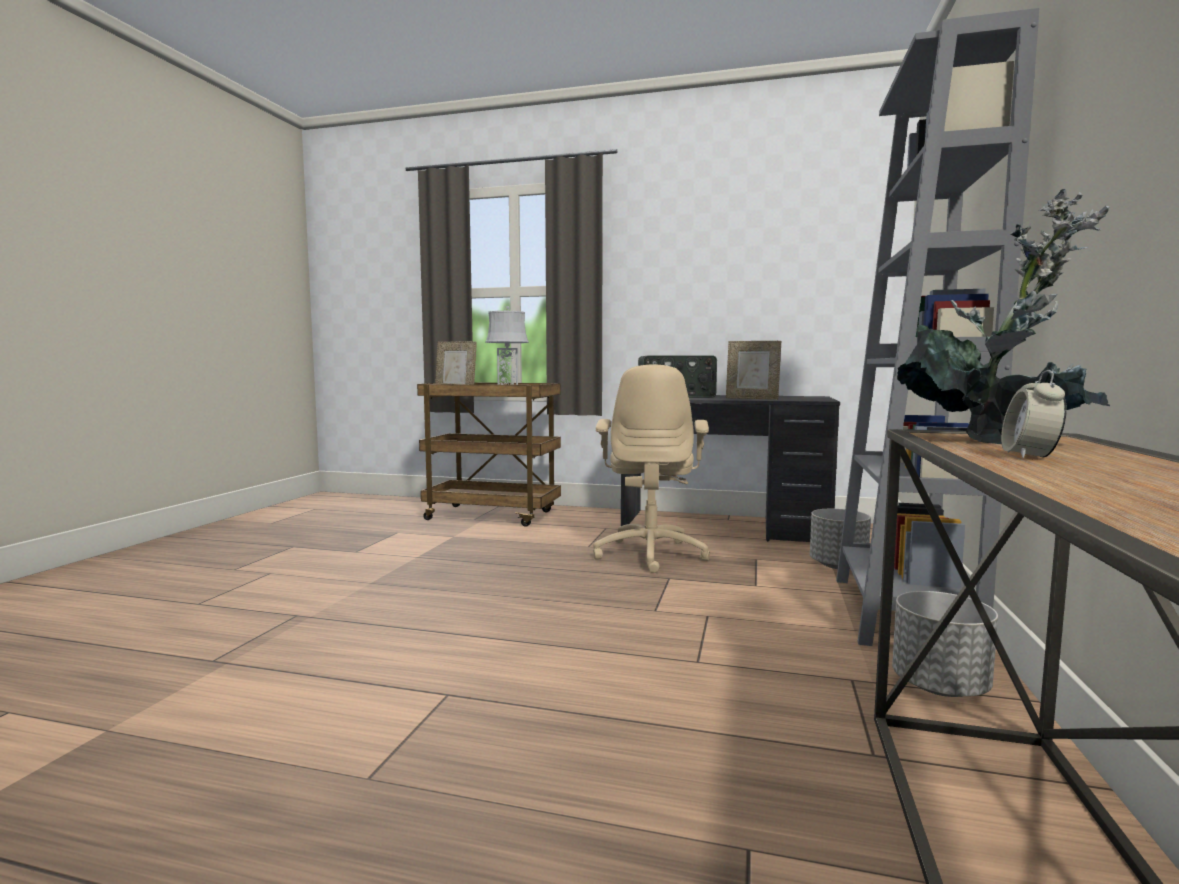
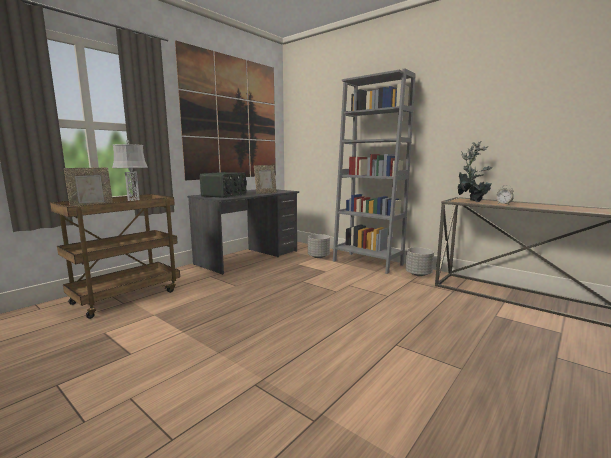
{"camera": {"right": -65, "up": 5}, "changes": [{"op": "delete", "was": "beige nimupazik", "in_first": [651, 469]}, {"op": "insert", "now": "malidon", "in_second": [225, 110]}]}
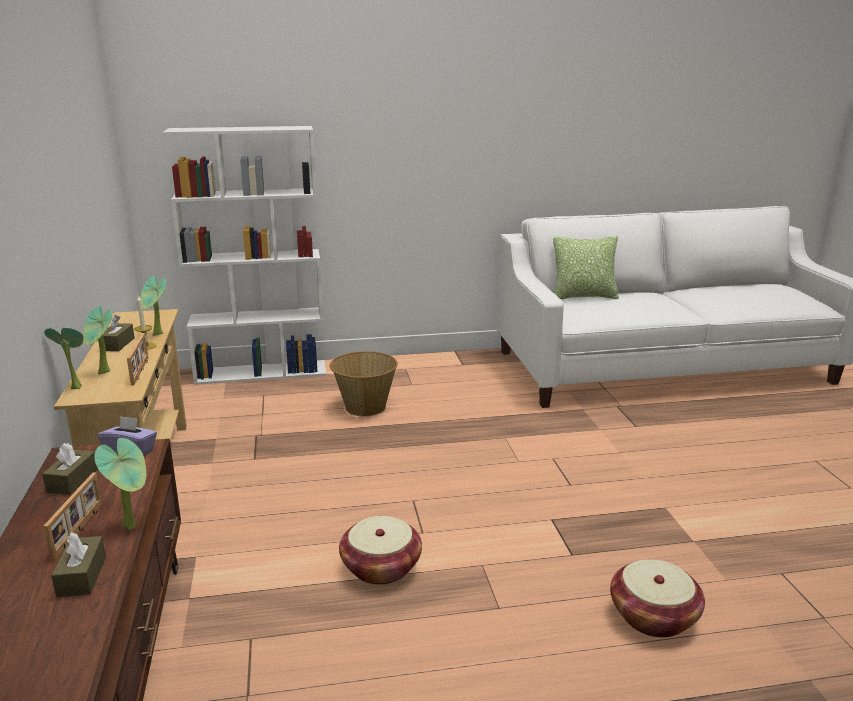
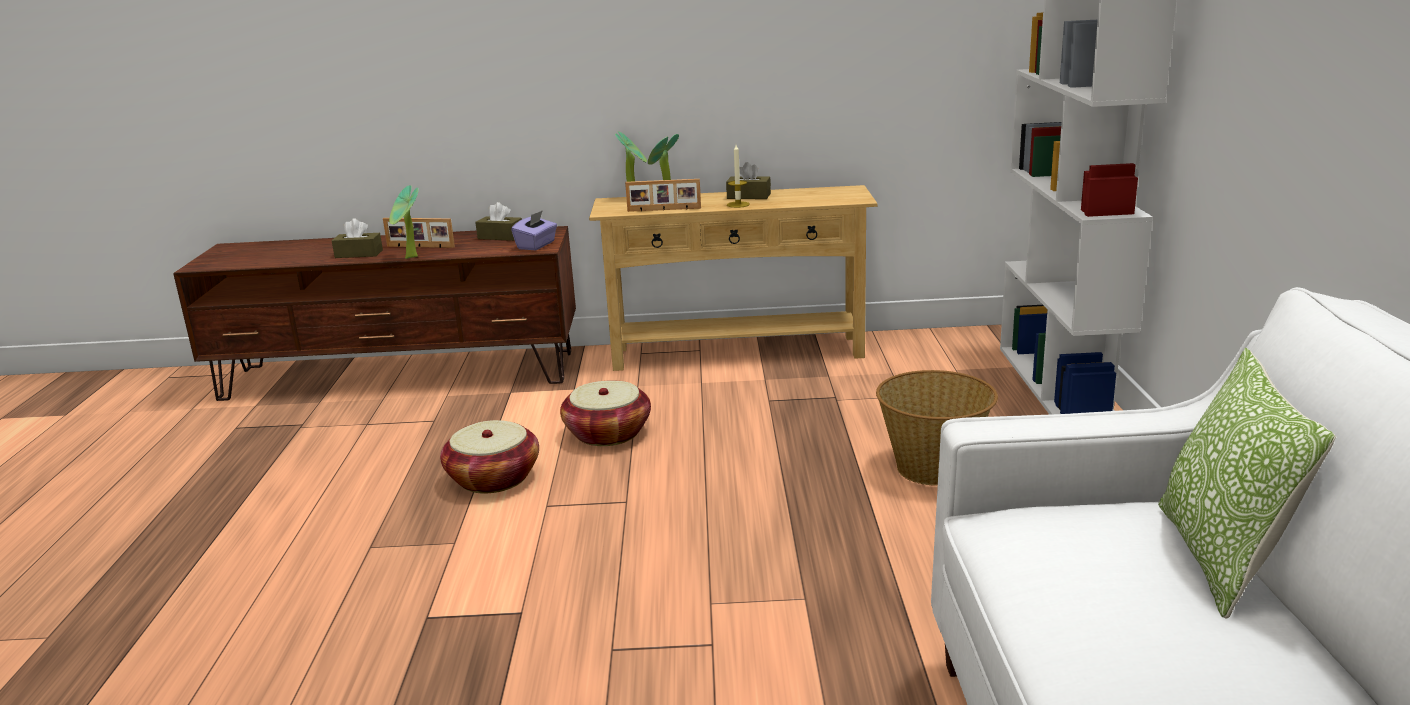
{"camera": {"right": 100, "up": 0}, "changes": [{"op": "delete", "was": "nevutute", "in_first": [153, 306]}, {"op": "move", "was": "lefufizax", "in_first": [657, 598], "in_second": [605, 413]}]}
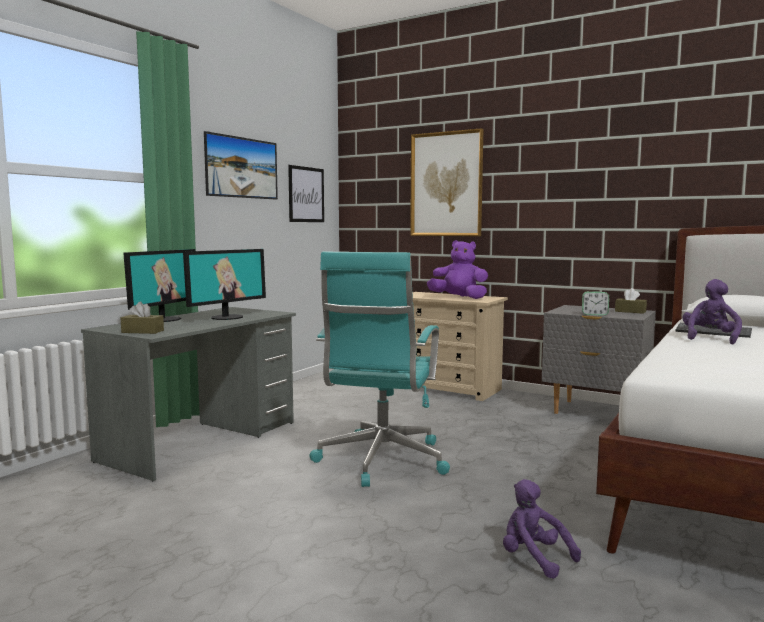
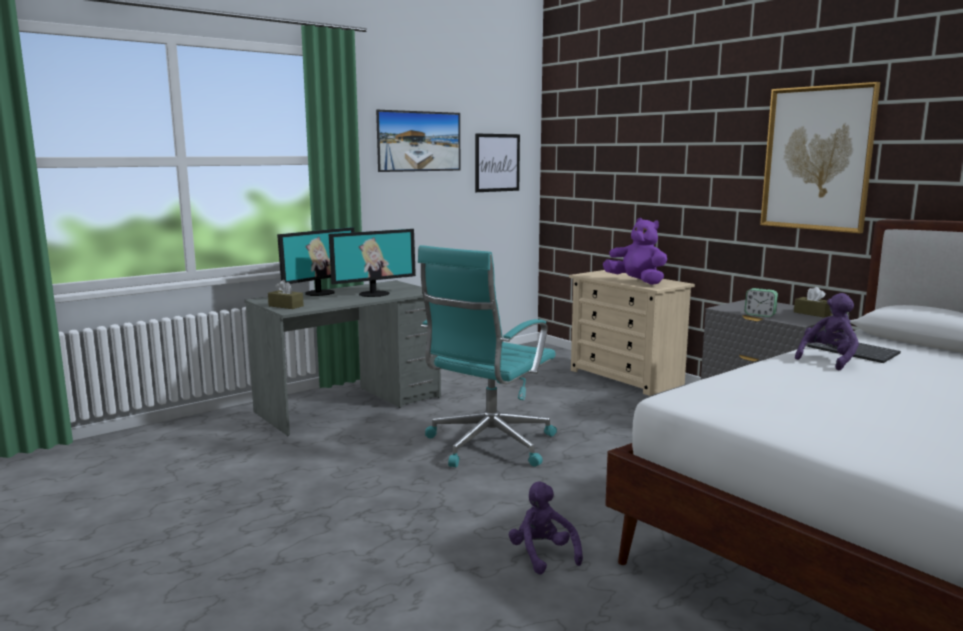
{"camera": {"right": 20, "up": 5}, "changes": [{"op": "move", "was": "malidon", "in_first": [446, 182], "in_second": [820, 157]}]}
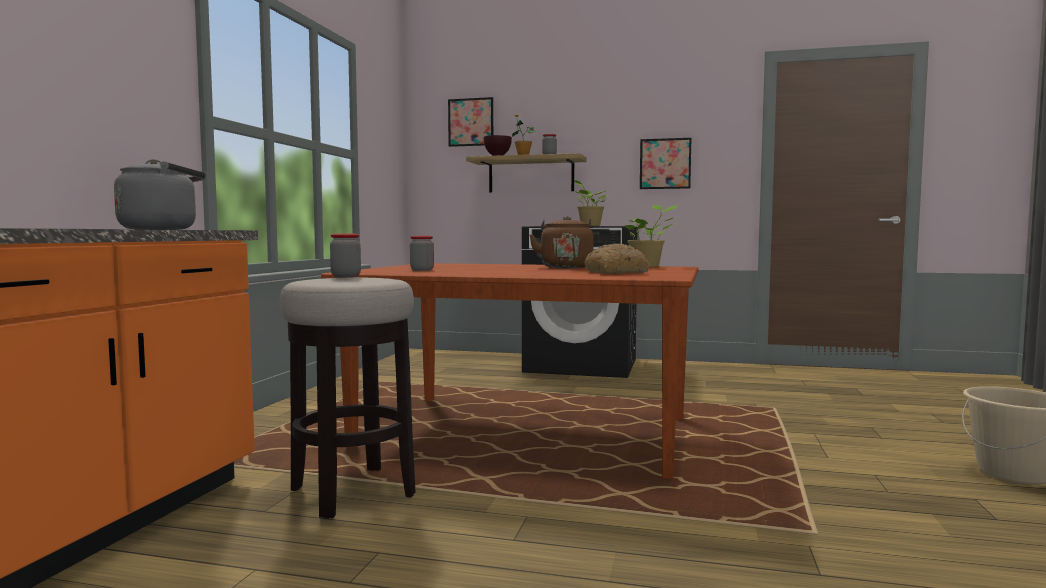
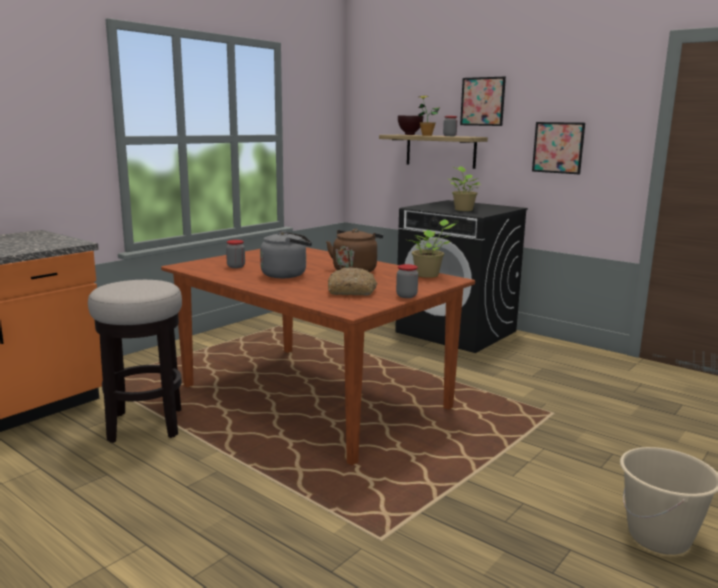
{"camera": {"right": 25, "up": 10}, "changes": [{"op": "move", "was": "malidon", "in_first": [470, 122], "in_second": [483, 101]}, {"op": "move", "was": "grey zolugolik", "in_first": [160, 194], "in_second": [286, 254]}, {"op": "move", "was": "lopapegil", "in_first": [345, 255], "in_second": [407, 281]}]}
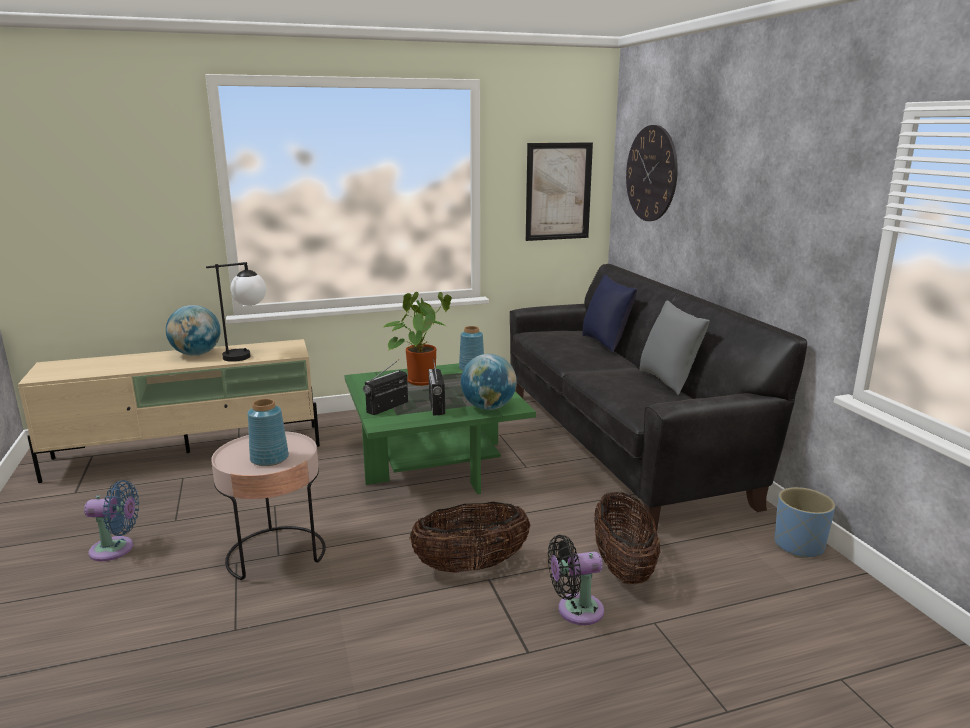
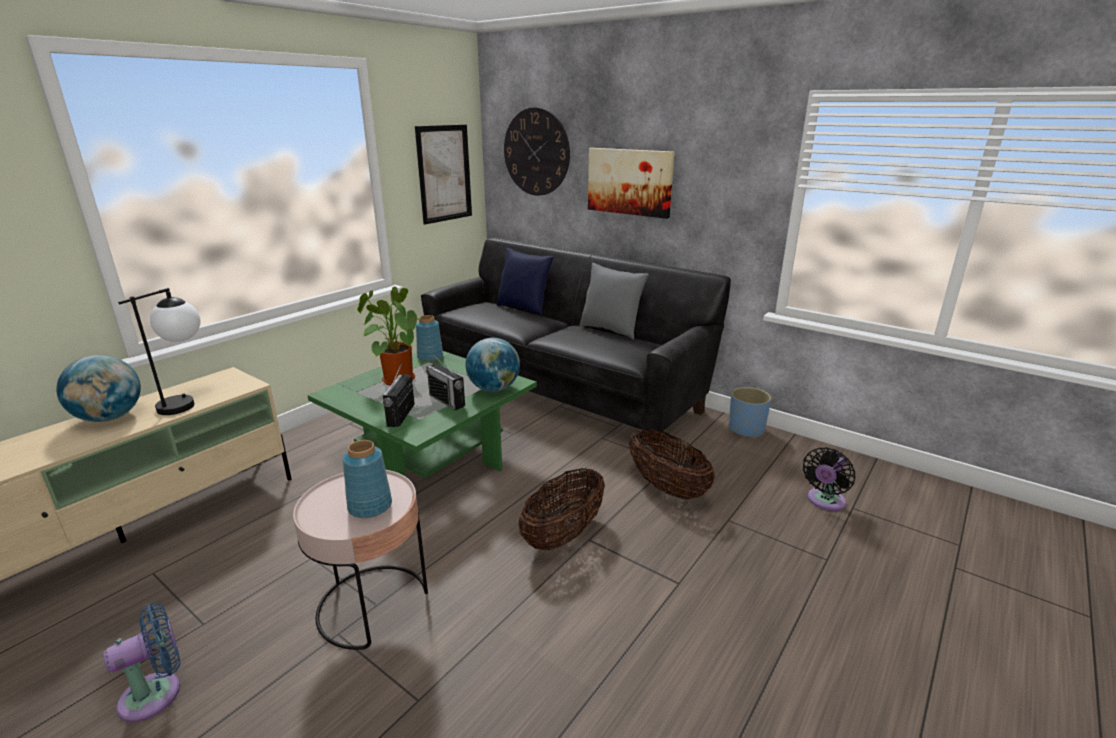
{"camera": {"right": -35, "up": 5}, "changes": [{"op": "move", "was": "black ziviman", "in_first": [576, 580], "in_second": [829, 479]}, {"op": "insert", "now": "malidon", "in_second": [631, 183]}]}
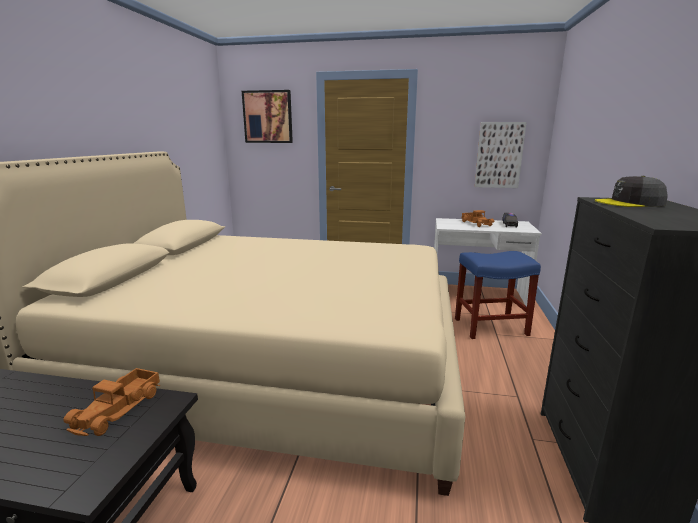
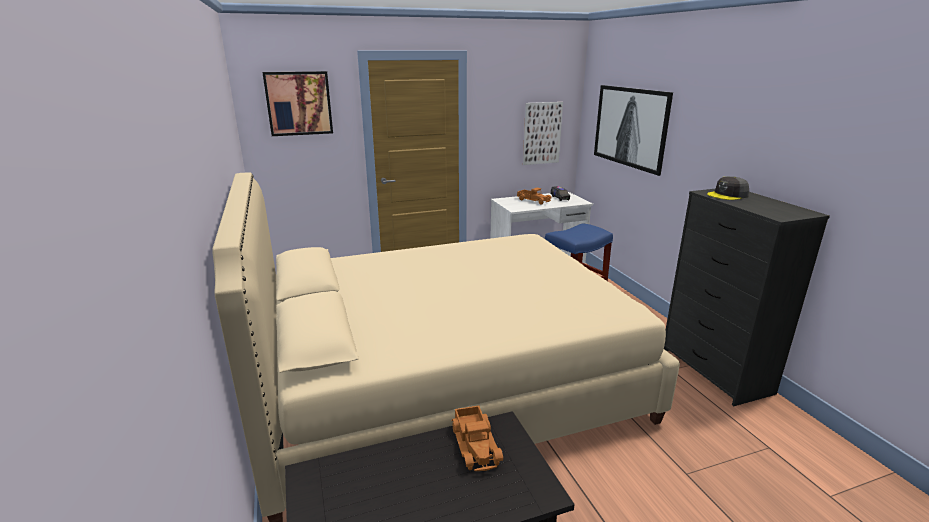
{"camera": {"right": -30, "up": 5}, "changes": [{"op": "insert", "now": "malidon", "in_second": [633, 130]}]}
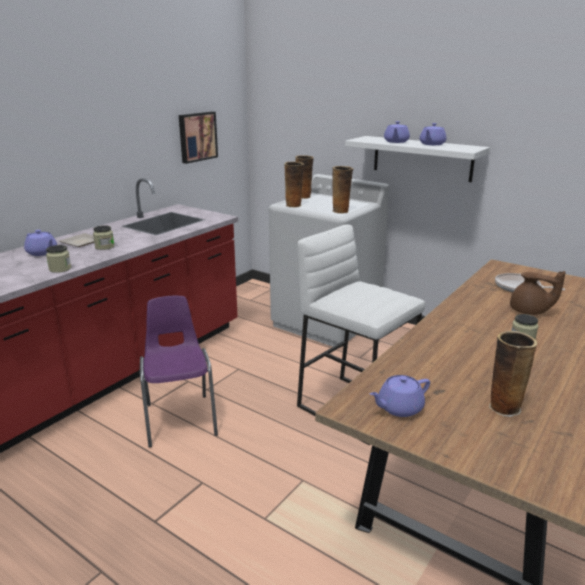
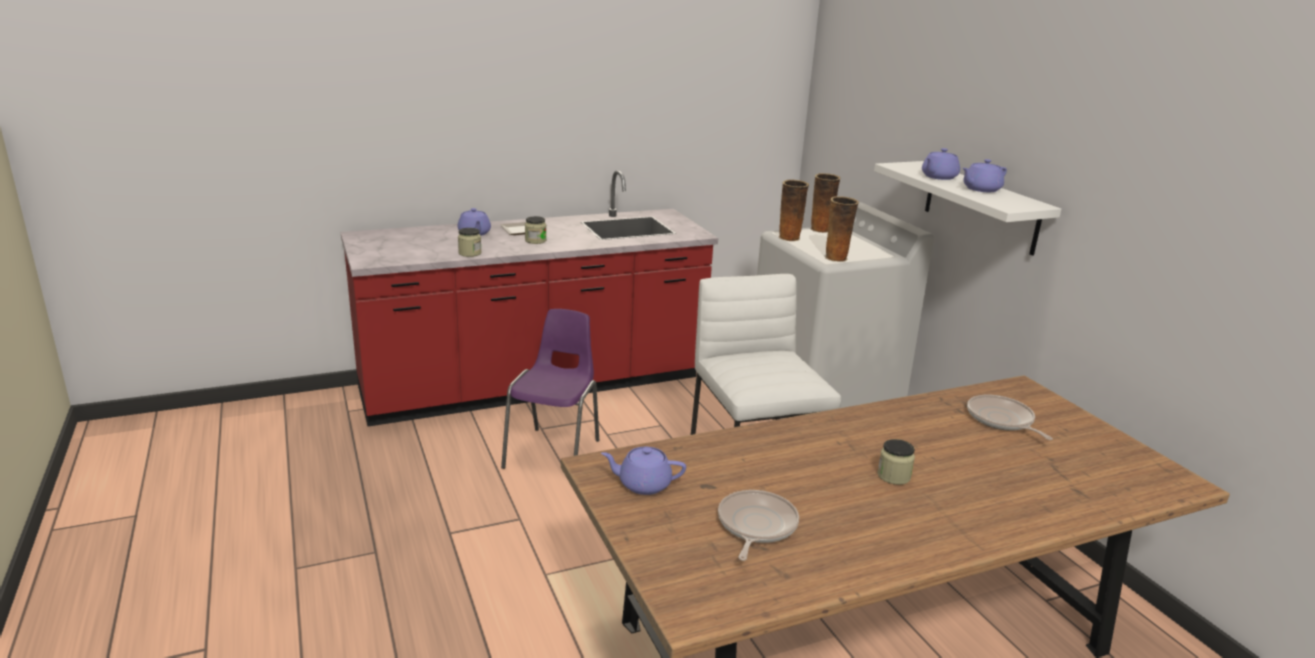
{"camera": {"right": 30, "up": 0}, "changes": [{"op": "delete", "was": "malidon", "in_first": [198, 138]}, {"op": "delete", "was": "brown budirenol", "in_first": [538, 293]}, {"op": "replace", "was": "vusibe", "now": "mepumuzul", "in_first": [513, 374], "in_second": [758, 525]}]}
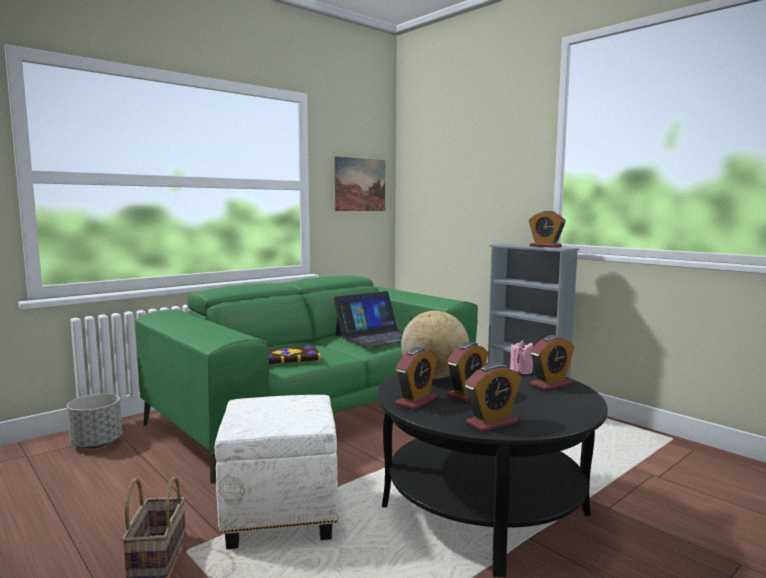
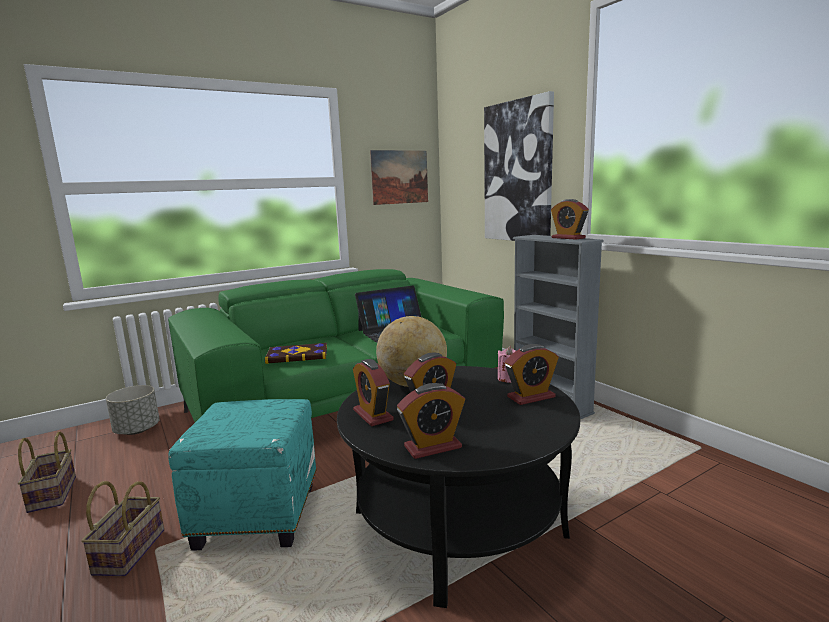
{"camera": {"right": 10, "up": 5}, "changes": [{"op": "rotate", "was": "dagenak", "in_first": [416, 378], "in_second": [373, 392], "clockwise": 105}, {"op": "recolor", "was": "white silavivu", "now": "turquoise silavivu", "in_first": [276, 472], "in_second": [242, 475]}, {"op": "insert", "now": "malidon", "in_second": [519, 166]}, {"op": "insert", "now": "lefufizax", "in_second": [47, 472]}]}
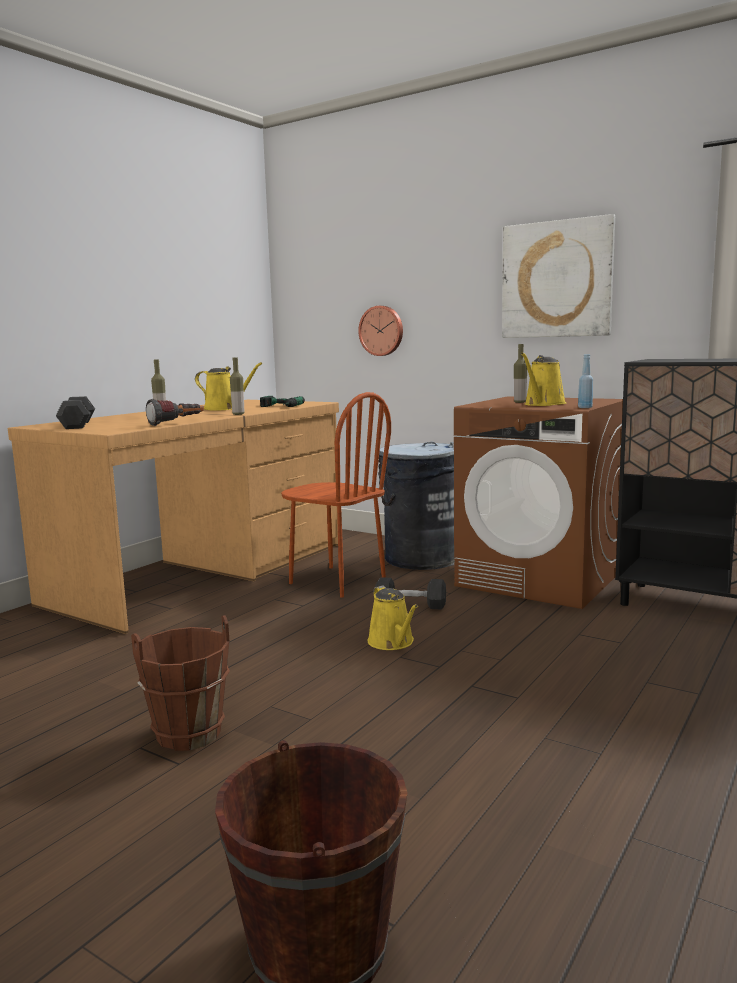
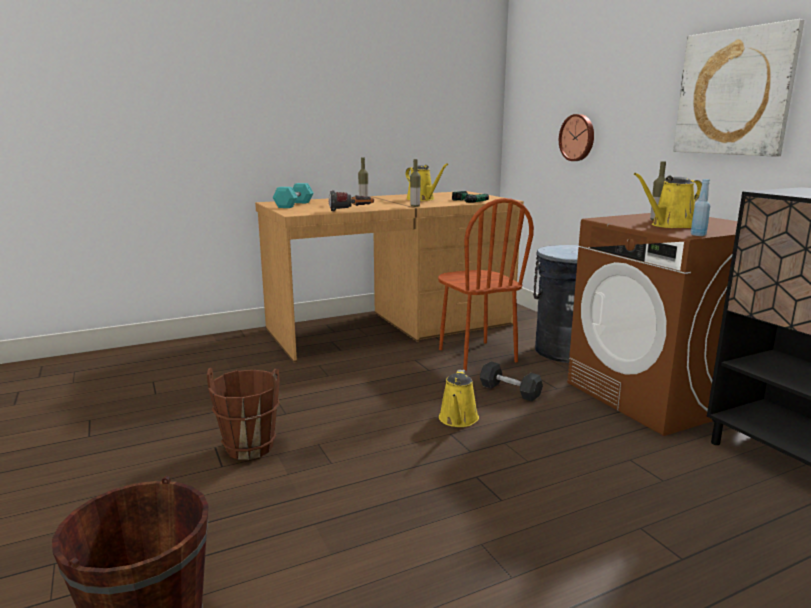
{"camera": {"right": 30, "up": 5}, "changes": [{"op": "recolor", "was": "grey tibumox", "now": "turquoise tibumox", "in_first": [75, 412], "in_second": [293, 195]}]}
